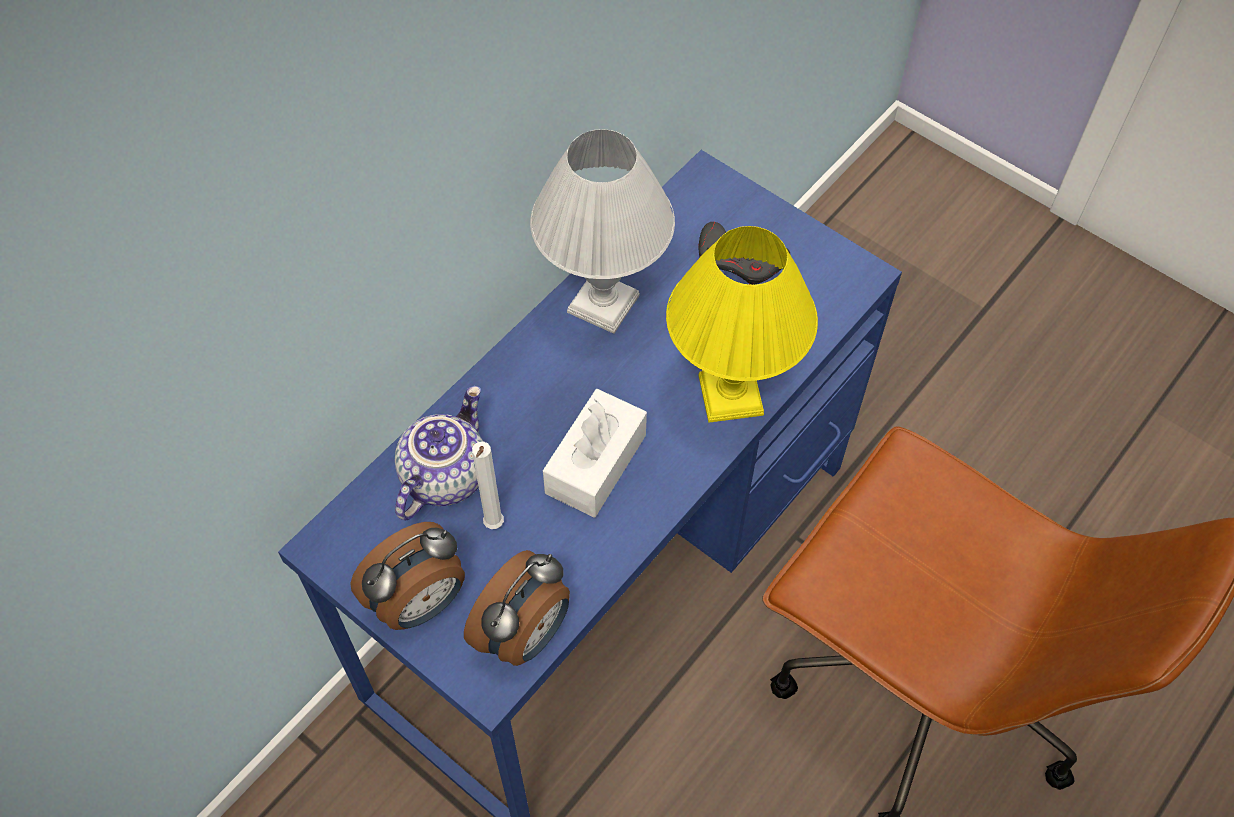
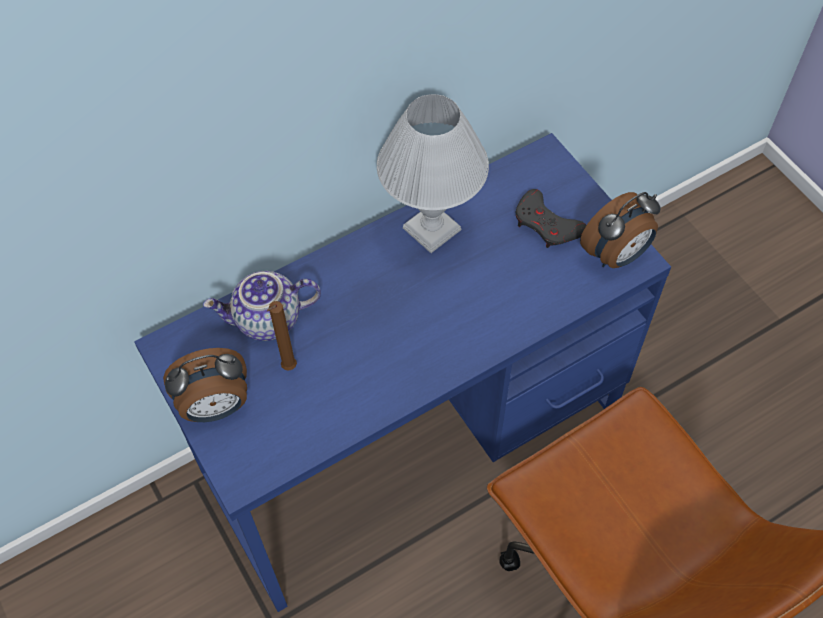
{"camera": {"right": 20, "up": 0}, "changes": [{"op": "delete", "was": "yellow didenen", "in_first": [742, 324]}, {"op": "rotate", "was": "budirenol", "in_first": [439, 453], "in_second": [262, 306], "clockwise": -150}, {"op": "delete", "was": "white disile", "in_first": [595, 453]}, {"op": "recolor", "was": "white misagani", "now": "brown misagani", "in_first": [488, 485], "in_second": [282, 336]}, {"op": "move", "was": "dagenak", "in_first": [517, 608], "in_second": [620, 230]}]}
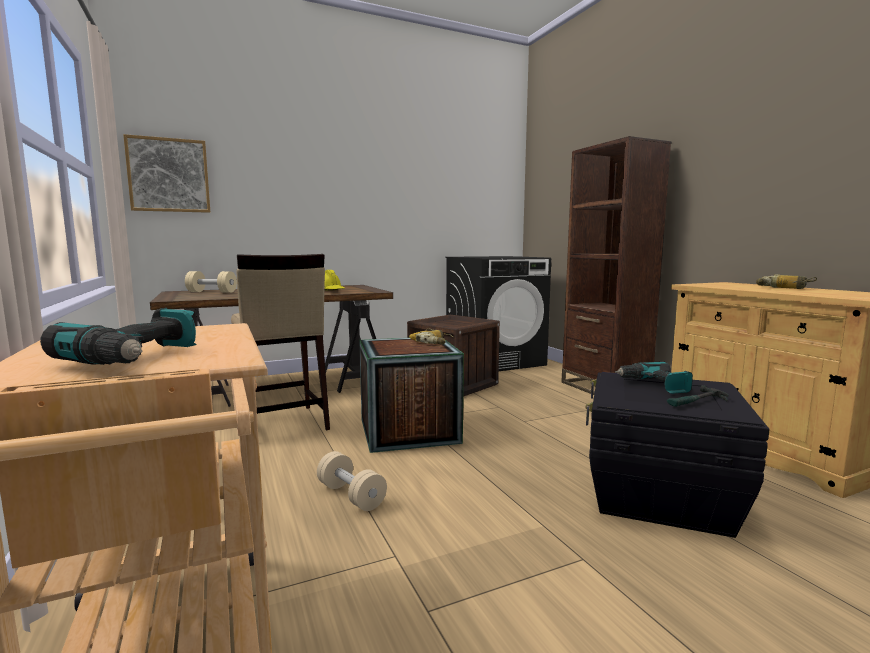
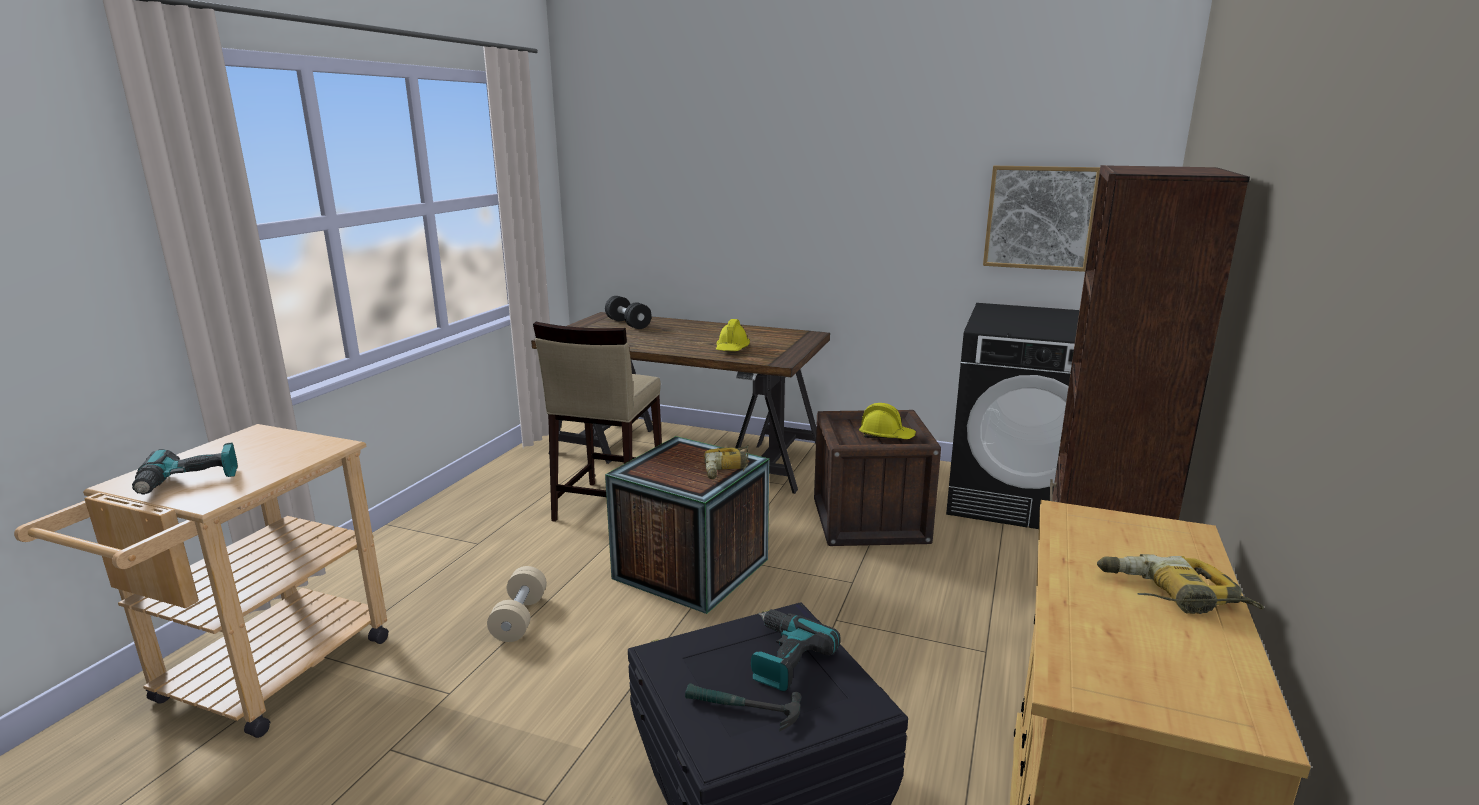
{"camera": {"right": 45, "up": 10}, "changes": [{"op": "move", "was": "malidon", "in_first": [166, 173], "in_second": [1041, 219]}, {"op": "recolor", "was": "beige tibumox", "now": "black tibumox", "in_first": [211, 281], "in_second": [628, 312]}, {"op": "insert", "now": "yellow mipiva", "in_second": [887, 421]}]}
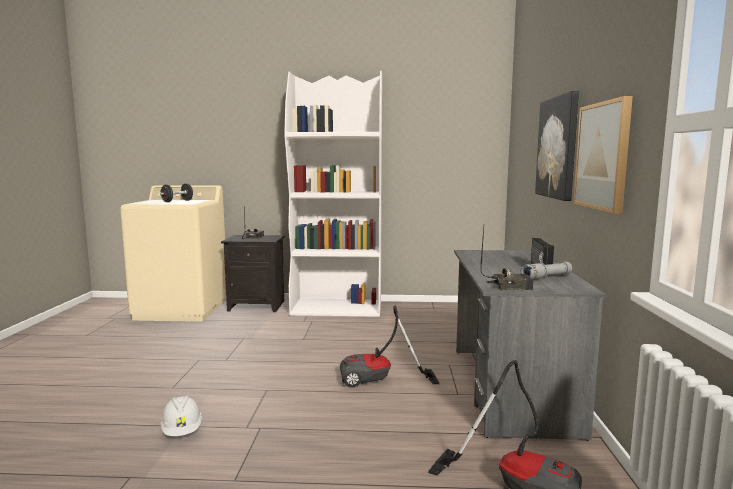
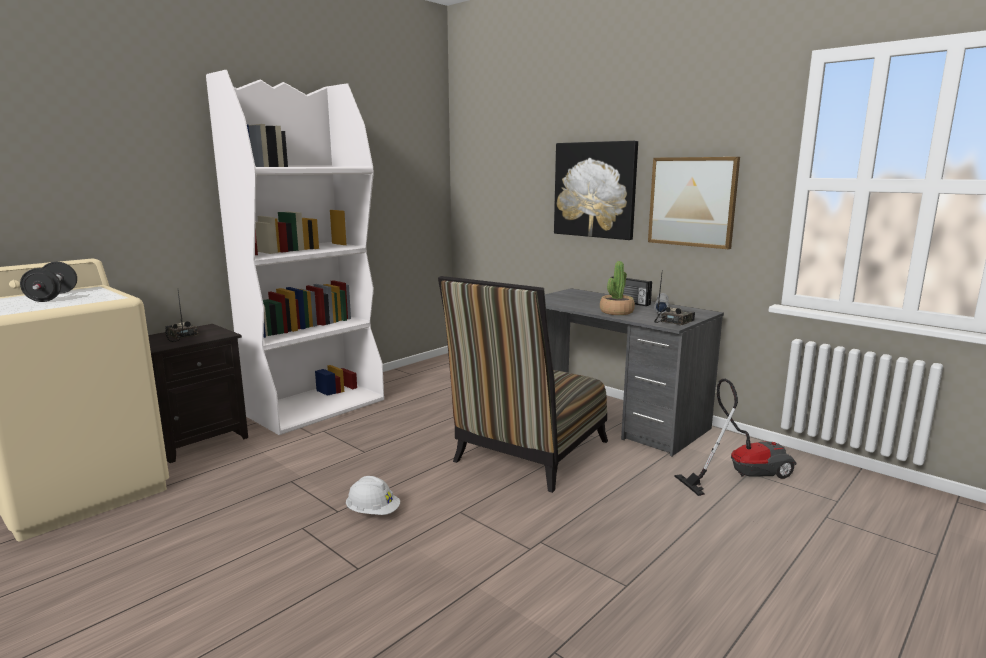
{"camera": {"right": -50, "up": 5}, "changes": [{"op": "replace", "was": "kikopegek", "now": "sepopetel", "in_first": [389, 347], "in_second": [523, 384]}, {"op": "move", "was": "white mipiva", "in_first": [181, 416], "in_second": [373, 495]}, {"op": "insert", "now": "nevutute", "in_second": [617, 288]}]}
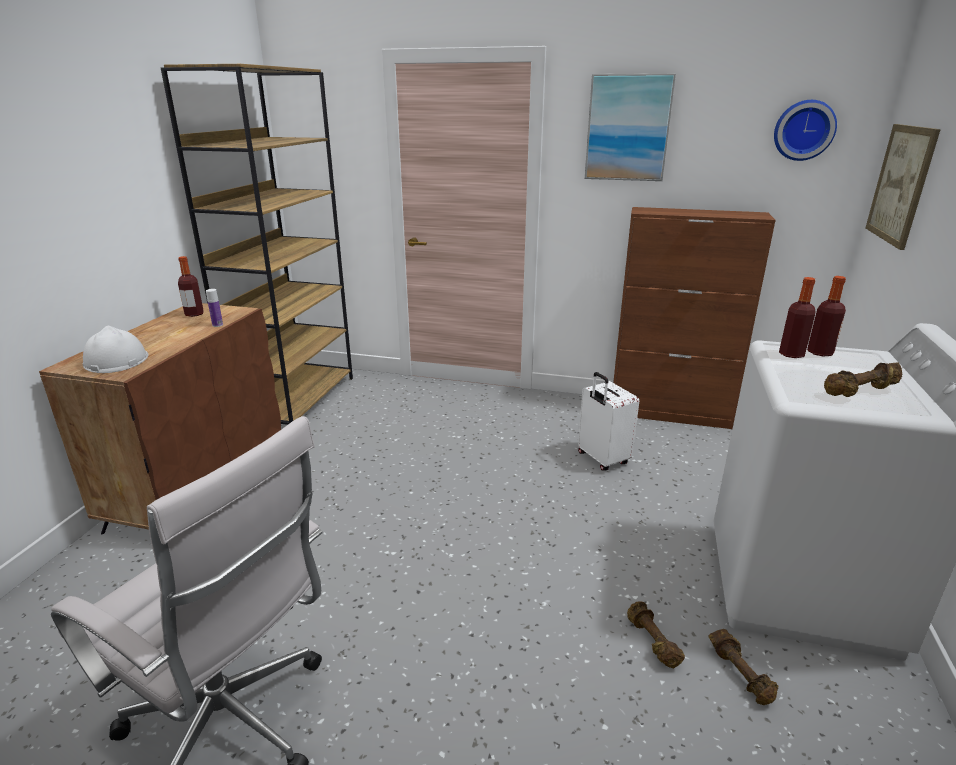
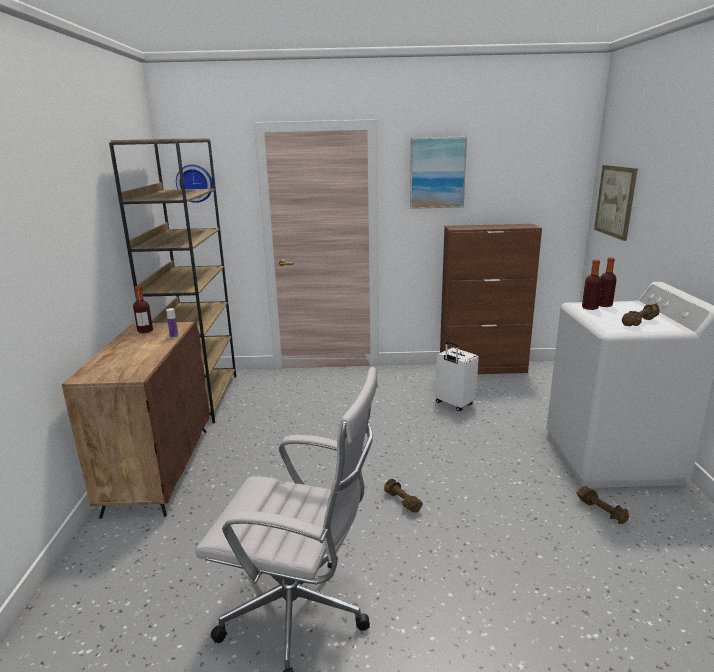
{"camera": {"right": -15, "up": -5}, "changes": [{"op": "move", "was": "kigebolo", "in_first": [805, 130], "in_second": [194, 183]}, {"op": "delete", "was": "white mipiva", "in_first": [115, 349]}, {"op": "move", "was": "brown tibumox", "in_first": [656, 634], "in_second": [403, 496]}]}
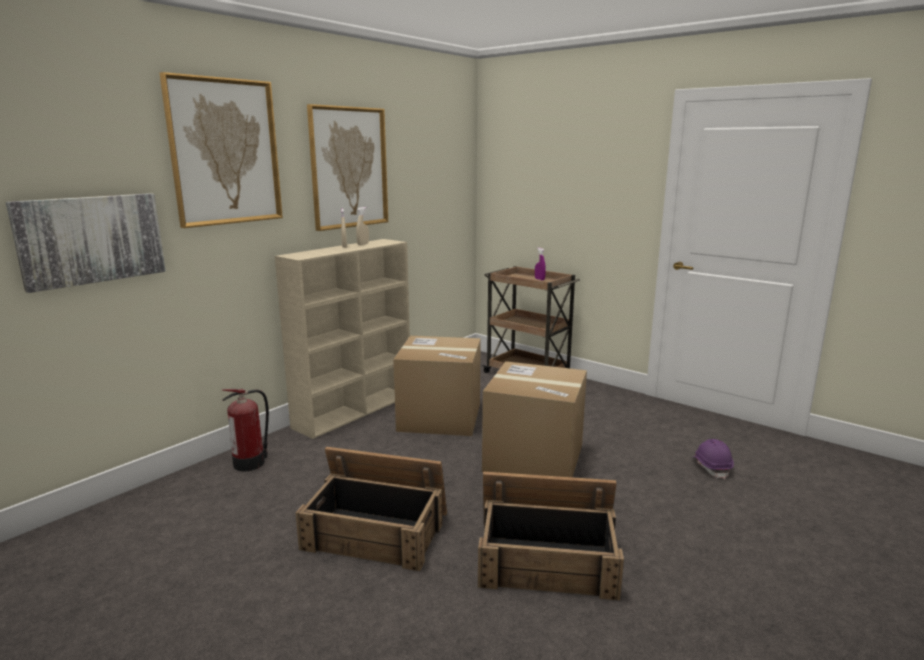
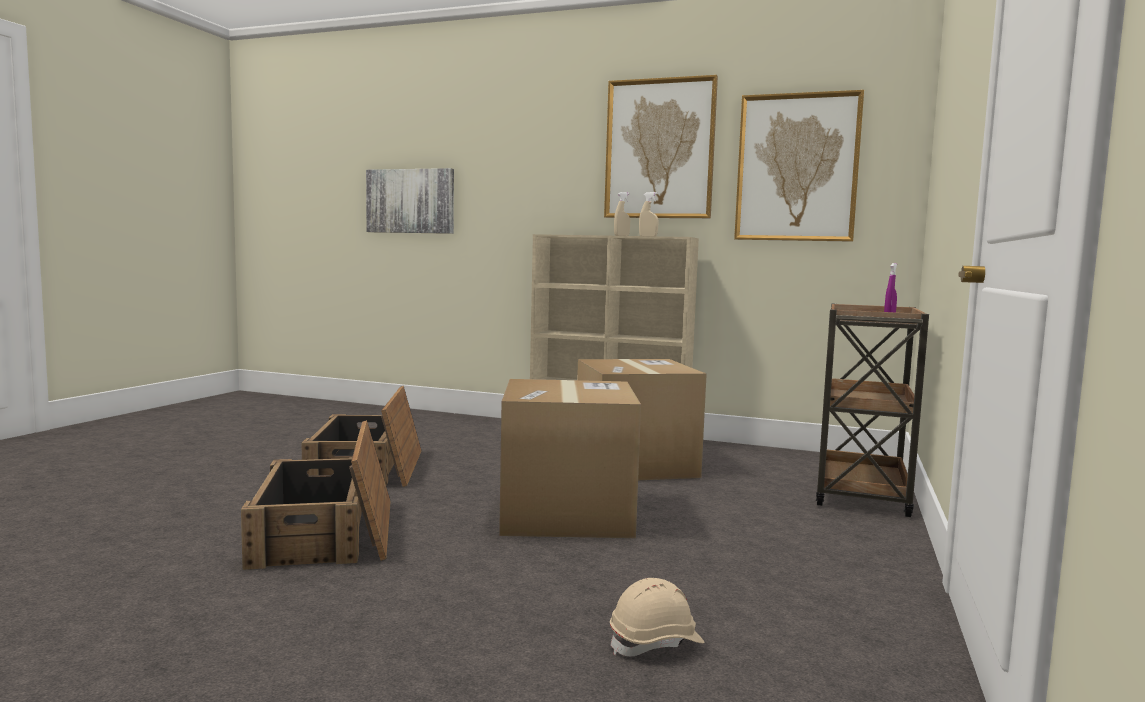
{"camera": {"right": 70, "up": -10}, "changes": [{"op": "move", "was": "malidon", "in_first": [221, 150], "in_second": [799, 166]}, {"op": "delete", "was": "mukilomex", "in_first": [245, 430]}, {"op": "recolor", "was": "purple mipiva", "now": "beige mipiva", "in_first": [713, 459], "in_second": [657, 617]}]}
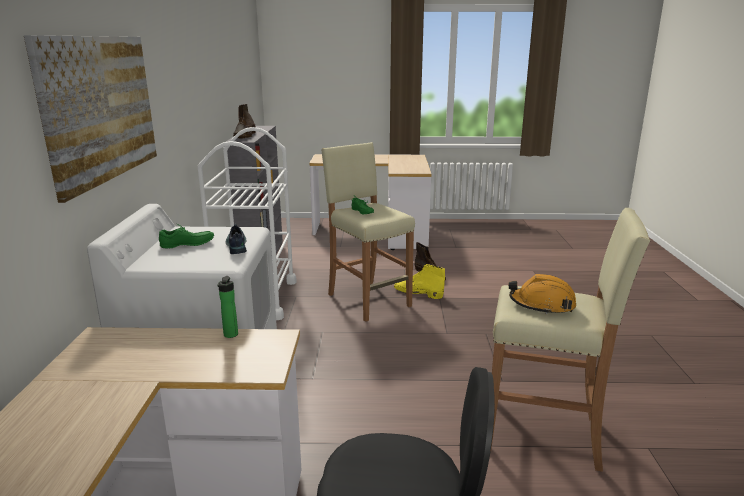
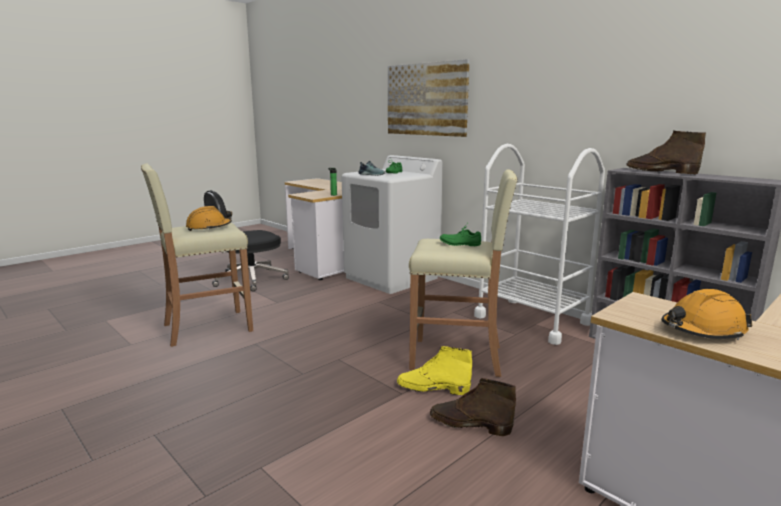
{"camera": {"right": 135, "up": -5}, "changes": [{"op": "rotate", "was": "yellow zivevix", "in_first": [419, 281], "in_second": [434, 370], "clockwise": -150}, {"op": "insert", "now": "orange mipiva", "in_second": [706, 314]}]}
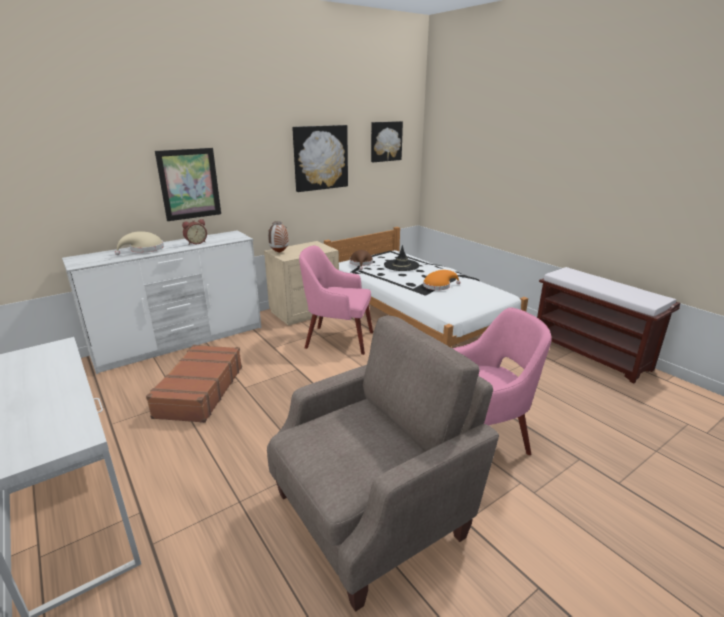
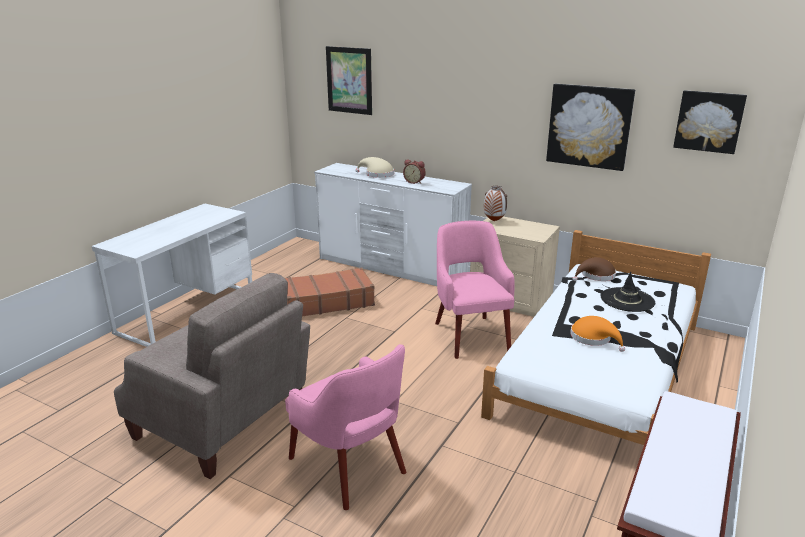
{"camera": {"right": 65, "up": 0}, "changes": [{"op": "move", "was": "malidon", "in_first": [188, 184], "in_second": [349, 80]}]}
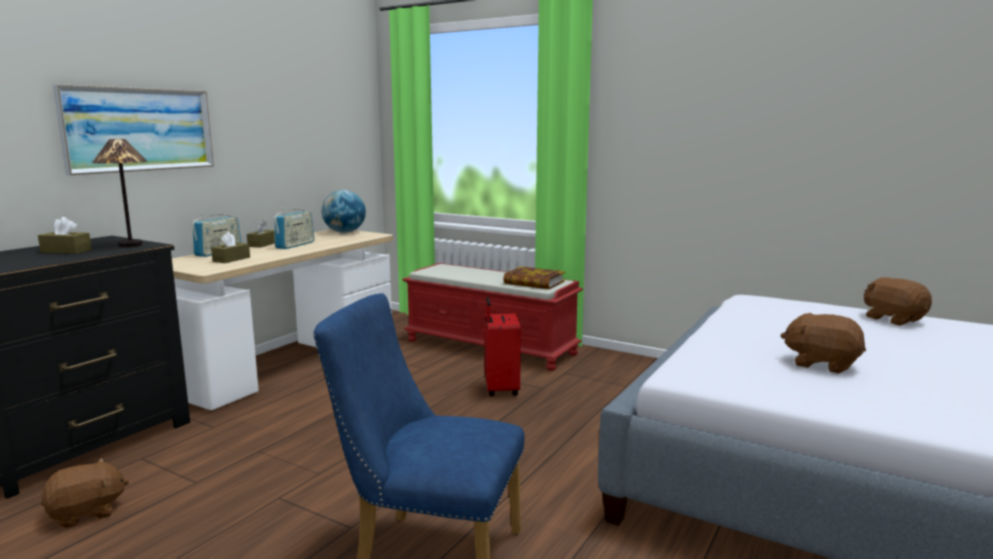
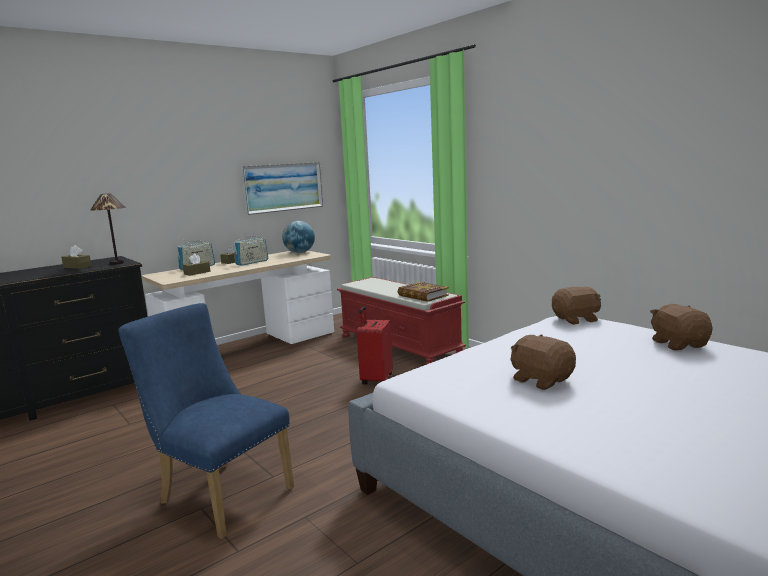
{"camera": {"right": 20, "up": 0}, "changes": [{"op": "move", "was": "malidon", "in_first": [133, 129], "in_second": [282, 188]}, {"op": "move", "was": "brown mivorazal", "in_first": [85, 493], "in_second": [576, 306]}]}
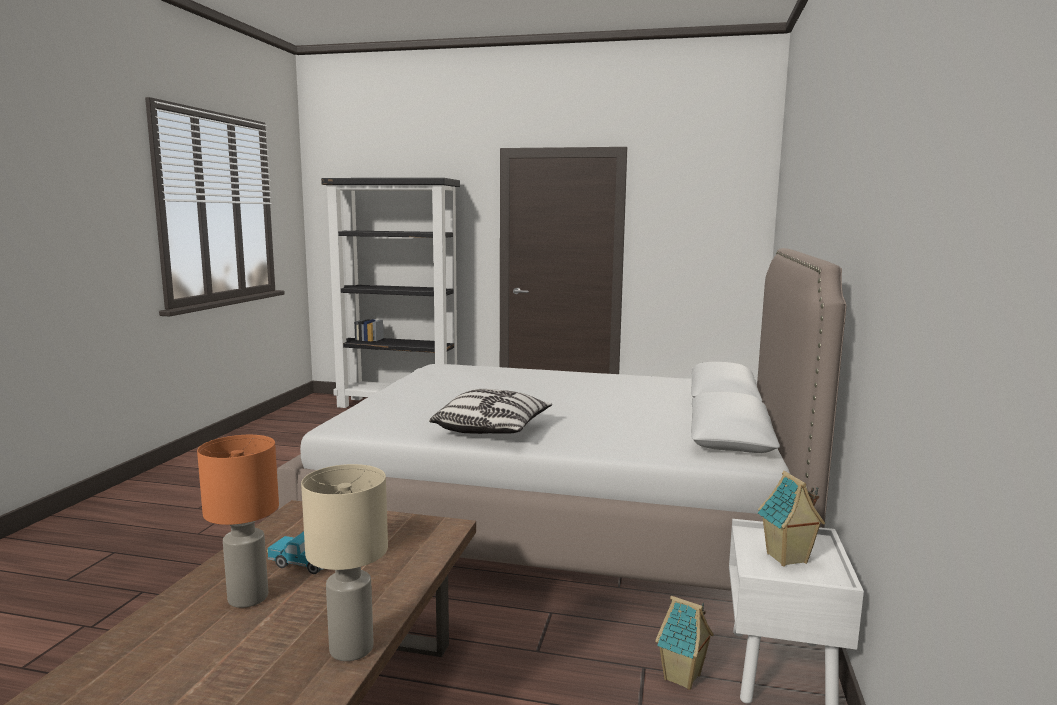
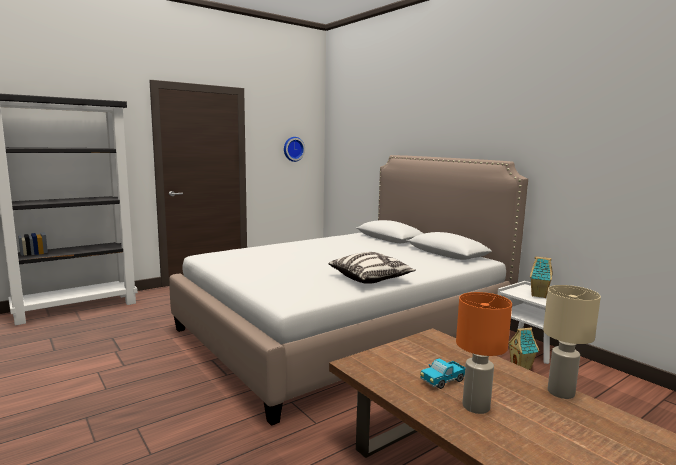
{"camera": {"right": -50, "up": 0}, "changes": [{"op": "insert", "now": "kigebolo", "in_second": [294, 149]}]}
